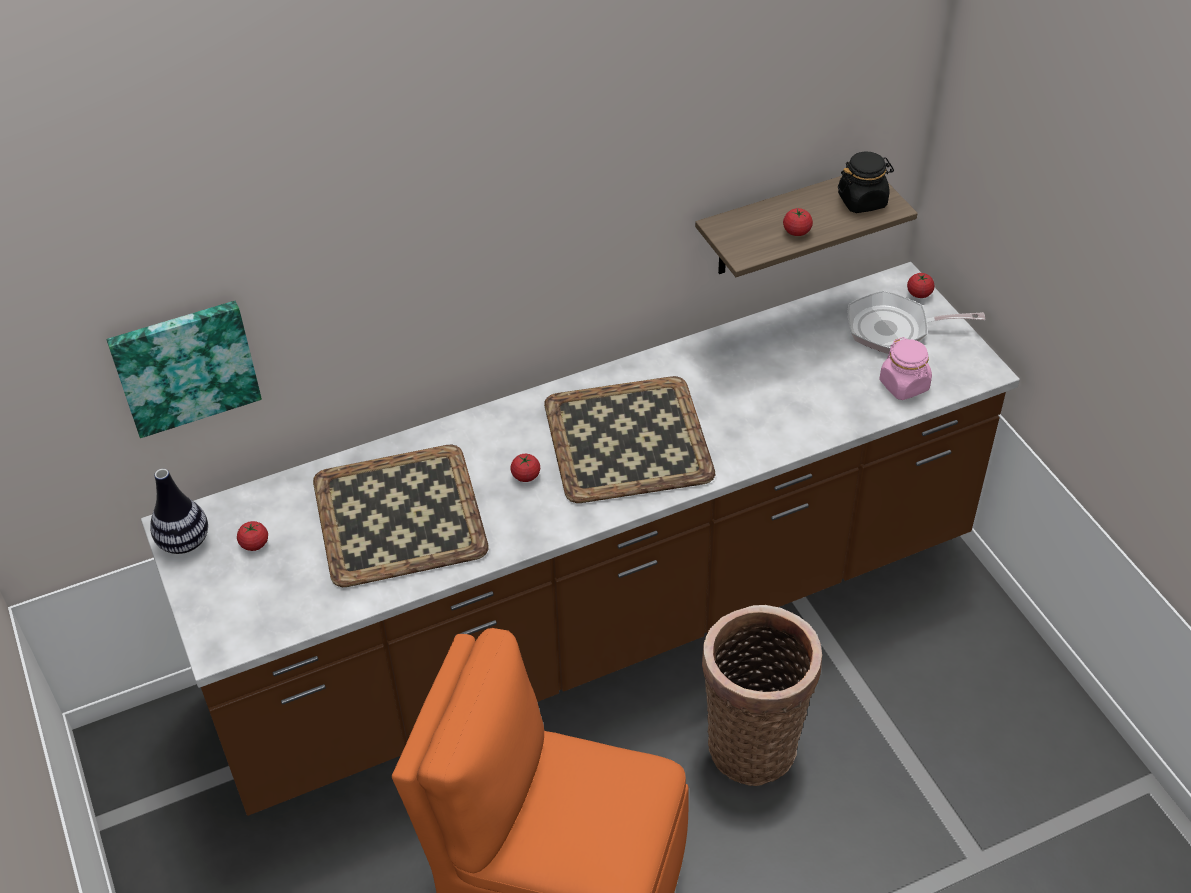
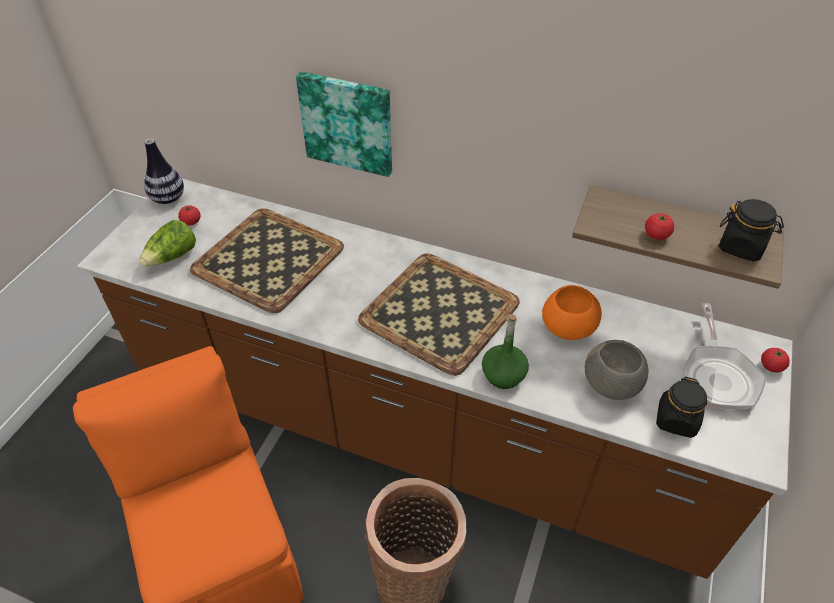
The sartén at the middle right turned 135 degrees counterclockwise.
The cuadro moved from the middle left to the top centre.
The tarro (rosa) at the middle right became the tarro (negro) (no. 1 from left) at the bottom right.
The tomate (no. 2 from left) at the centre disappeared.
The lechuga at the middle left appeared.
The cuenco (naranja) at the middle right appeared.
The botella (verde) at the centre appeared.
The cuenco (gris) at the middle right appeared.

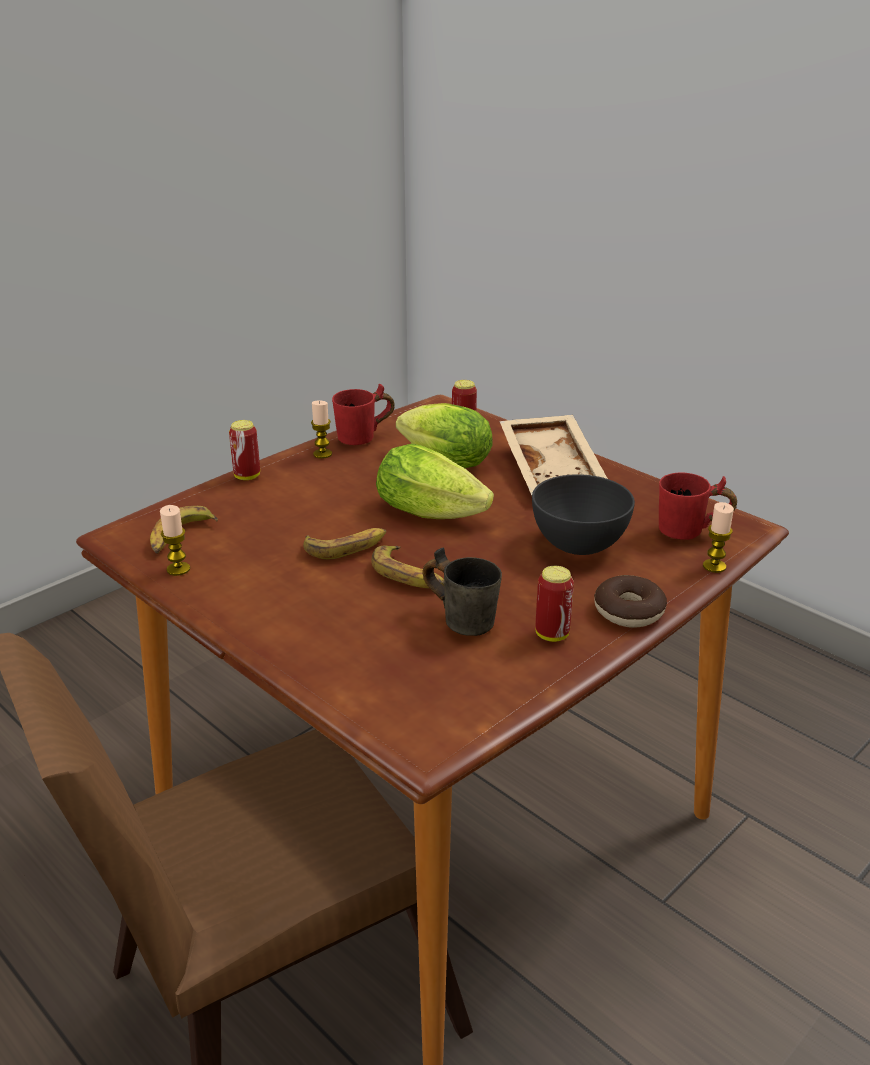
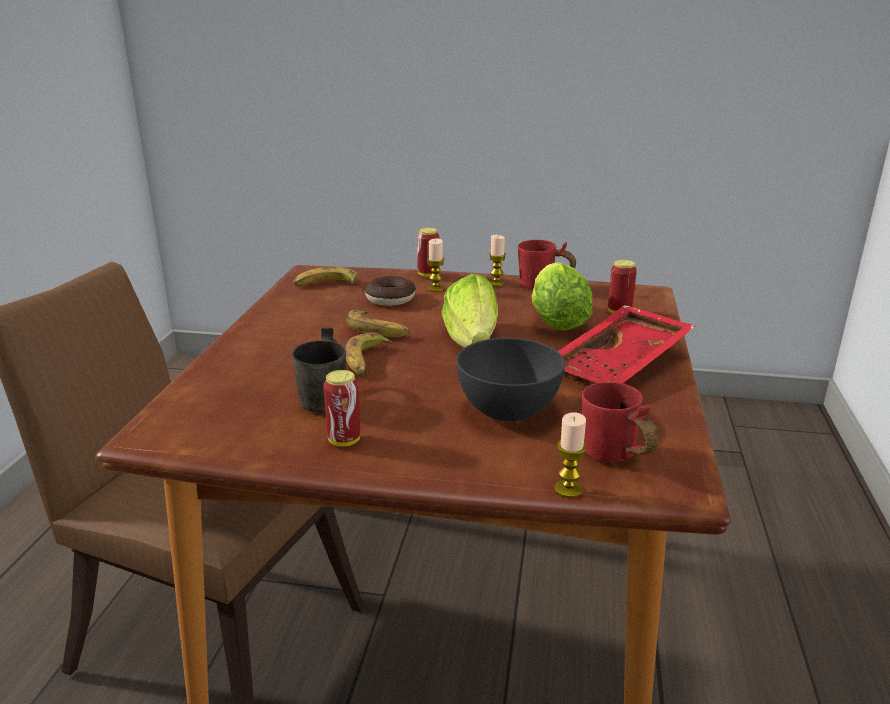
The bandeja (beis) at the centre became the bandeja (rojo) at the middle right.
The vela (no. 1 from left) moved from the middle left to the centre.
The rosquilla moved from the middle right to the centre.

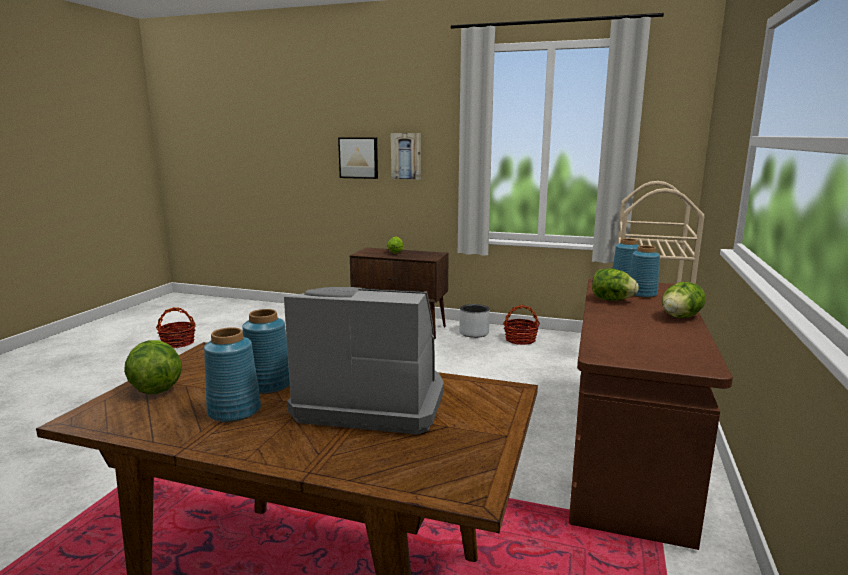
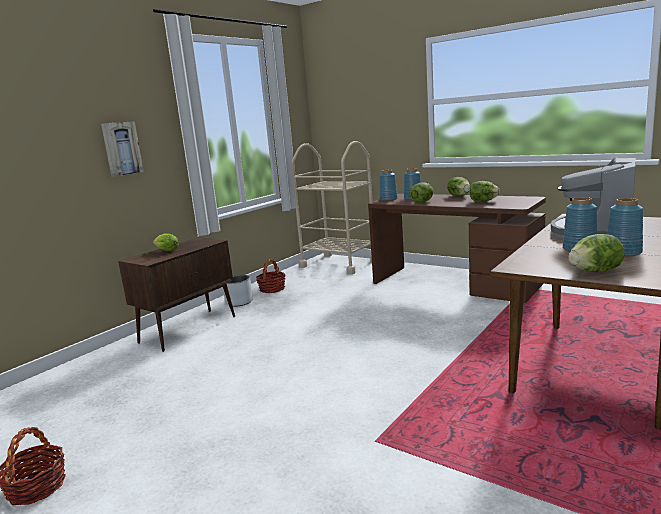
The cuadro (no. 1 from left) at the top centre disappeared.
The lechuga (no. 4 from left) at the middle right appeared.

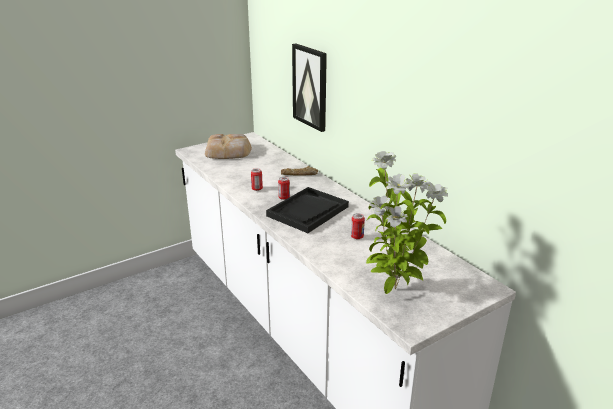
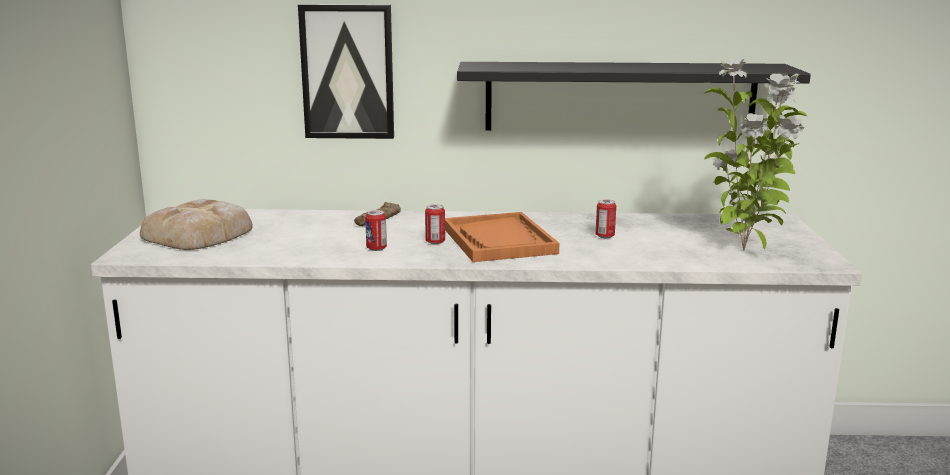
The bandeja (negro) at the centre became the bandeja (naranja) at the centre.
The estante (negro) at the top right appeared.

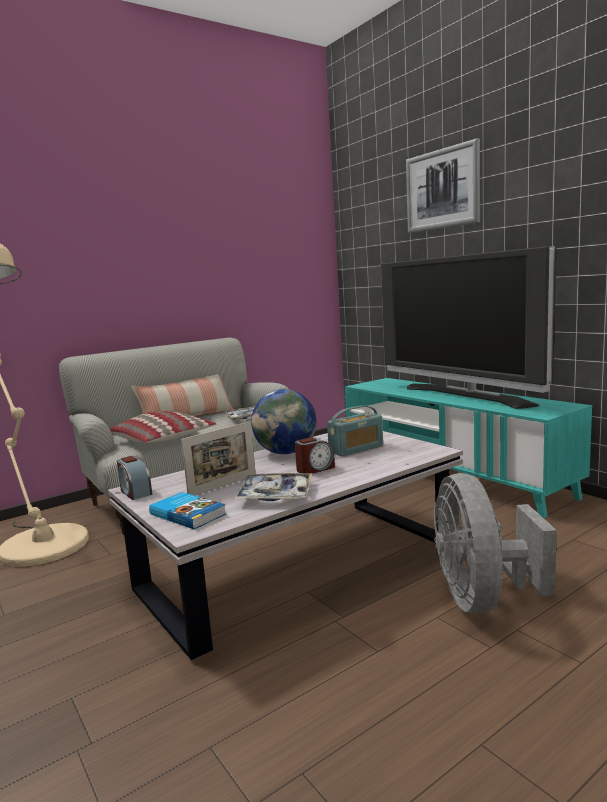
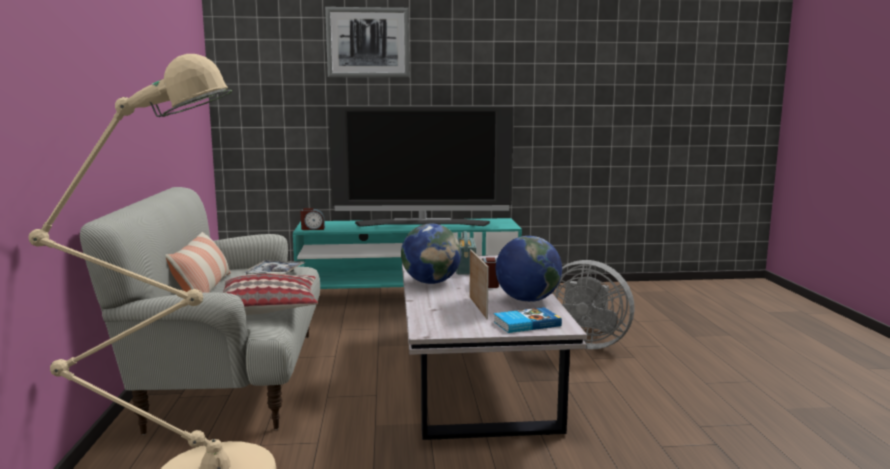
The despertador (no. 1 from left) moved from the middle left to the centre.
The bandeja (no. 2 from left) at the centre was replaced by the globo terráqueo (no. 2 from left) at the centre.

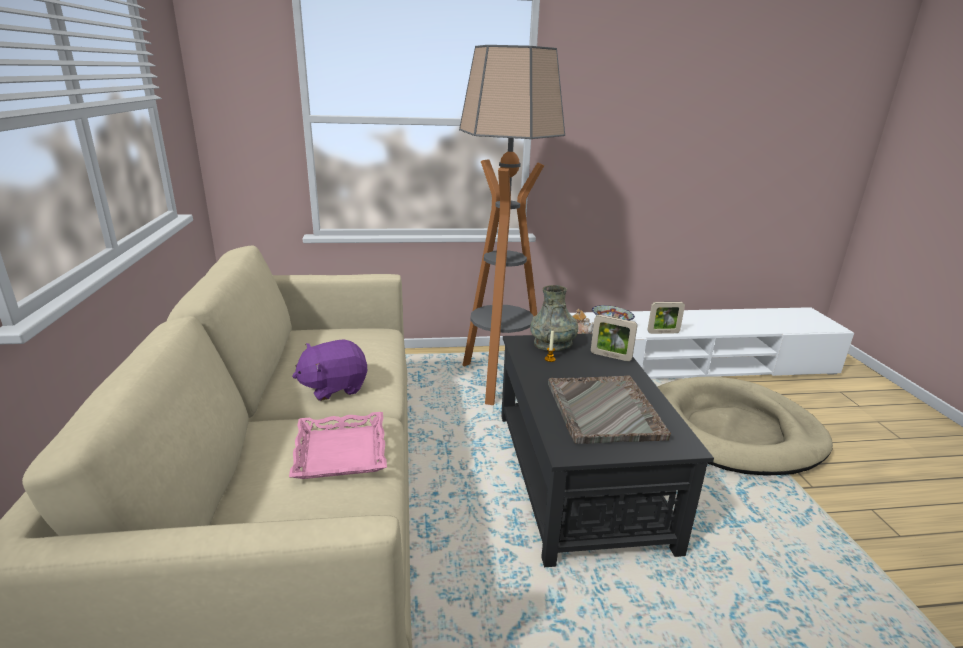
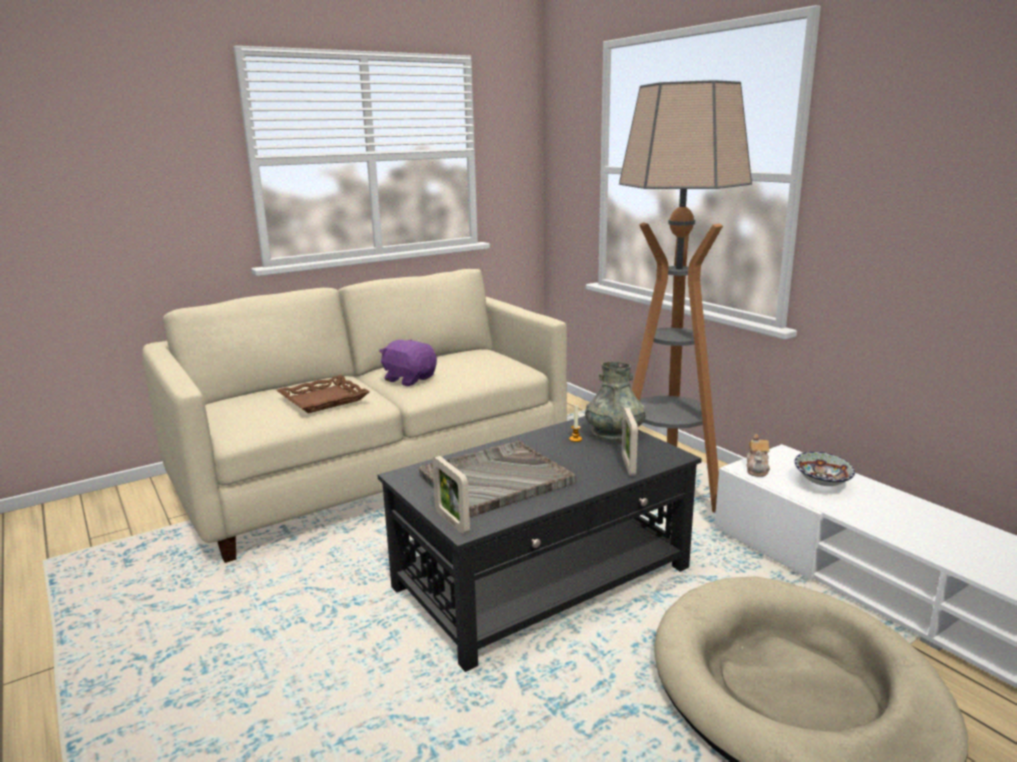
The portarretratos (no. 2 from left in the first image) moved from the middle right to the centre.
The bandeja (rosa) at the bottom centre became the bandeja (marrón) at the middle left.

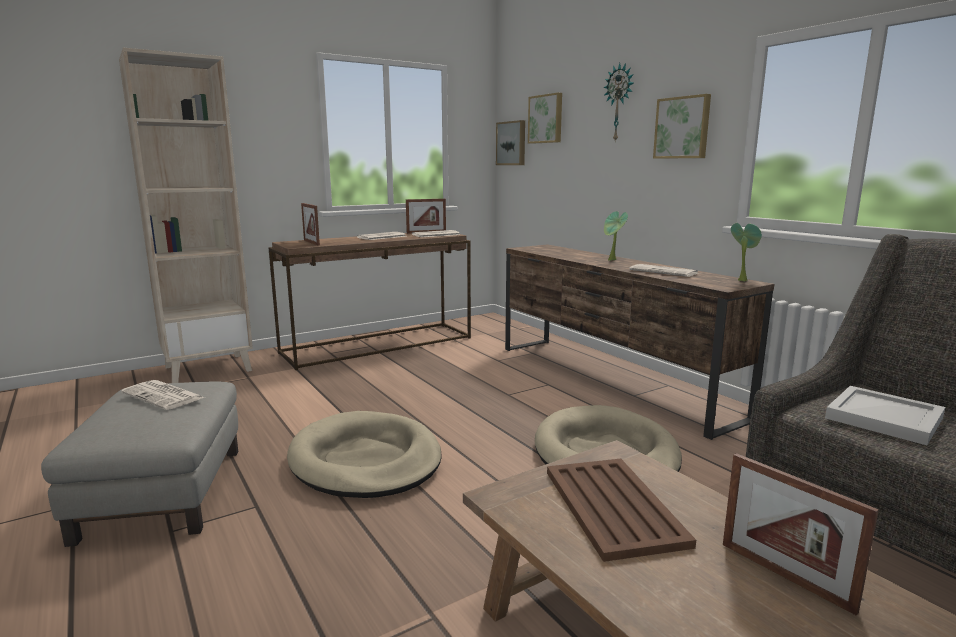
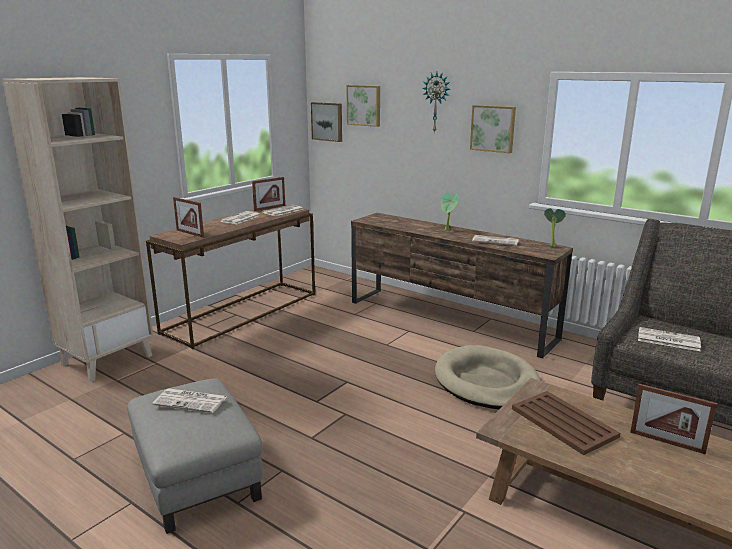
The bandeja (blanco) at the middle right was replaced by the periódico (no. 5 from left) at the middle right.
The cama para perro (beis) (no. 1 from left) at the bottom centre disappeared.

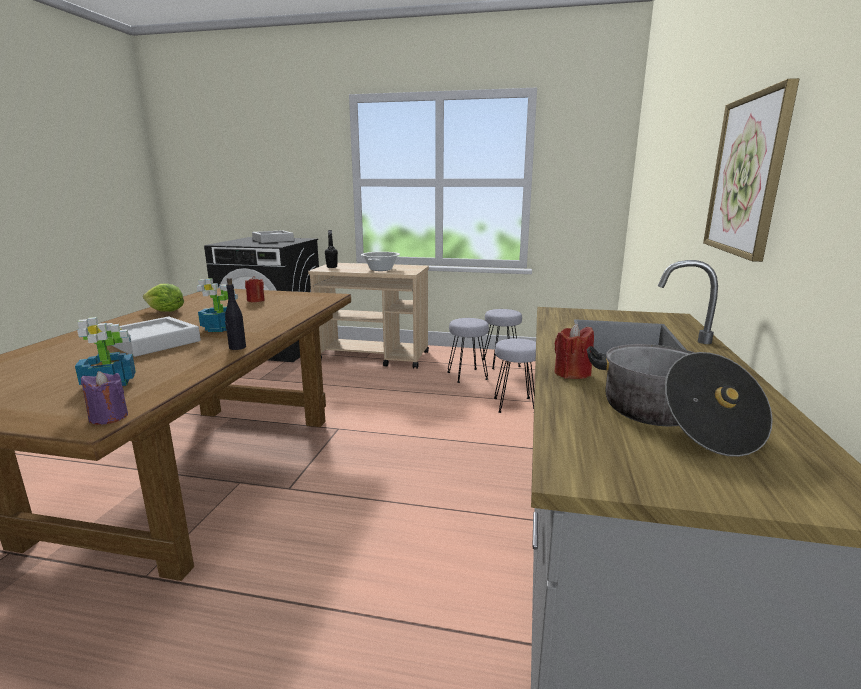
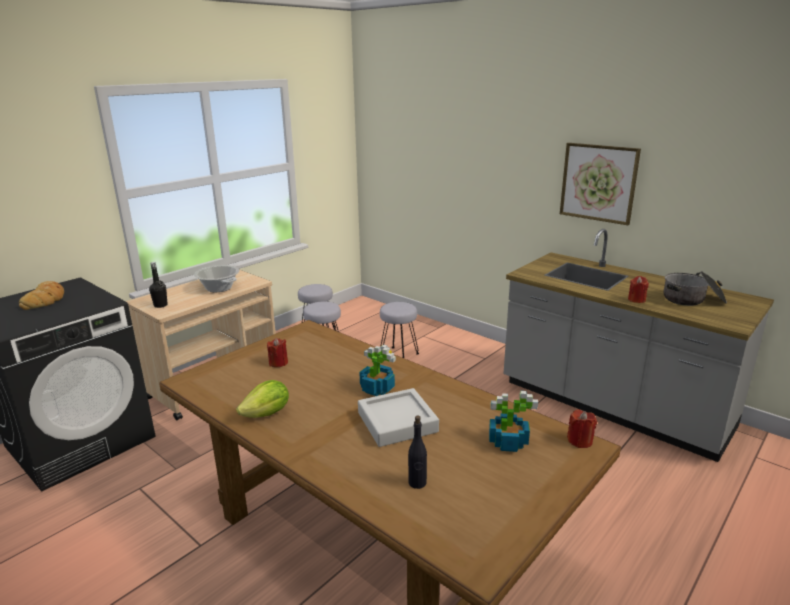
The bandeja (gris) (no. 2 from left) at the middle left was replaced by the pan at the middle left.
The botella (negro) (no. 1 from left in the first image) moved from the middle left to the bottom centre.
The vela (morado) at the middle left became the vela (rojo) (no. 2 from left) at the bottom right.

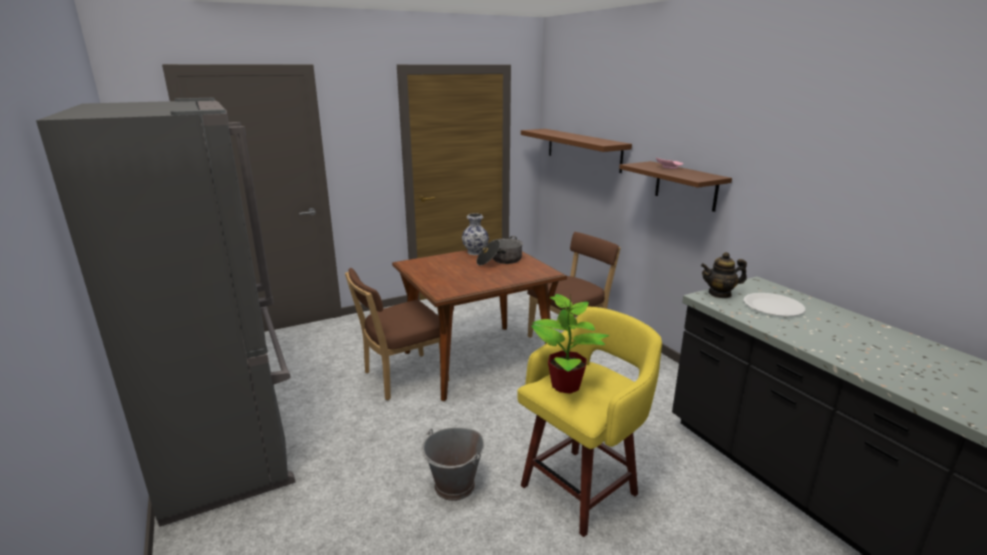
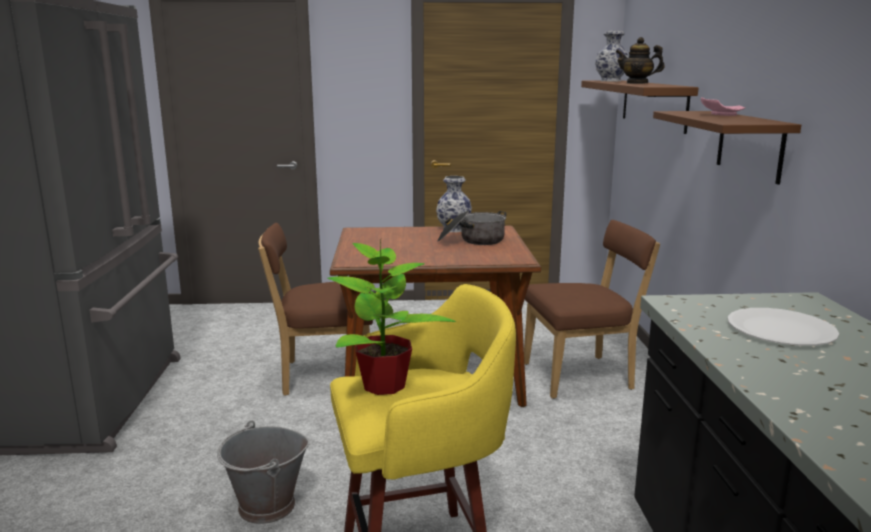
The tetera moved from the middle right to the top right.
The florero (no. 2 from left) at the top right appeared.

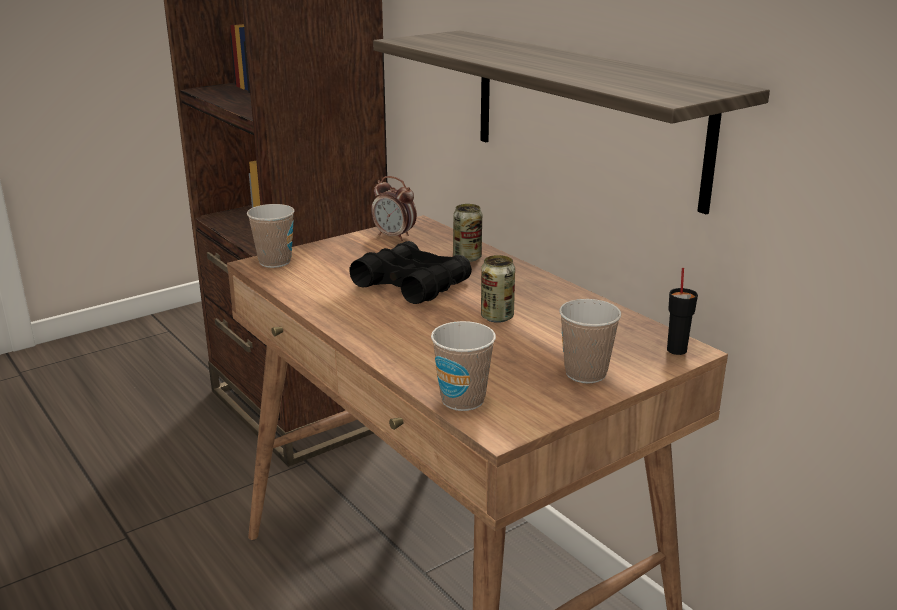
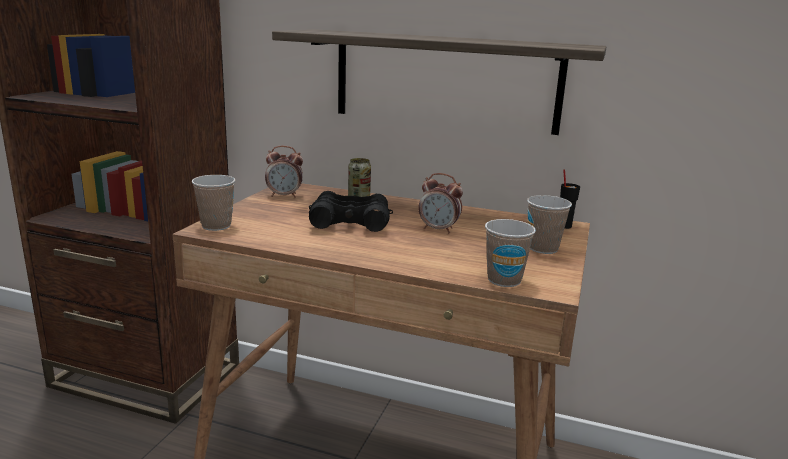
The lata (no. 2 from left) at the centre was replaced by the despertador (no. 2 from left) at the centre.

